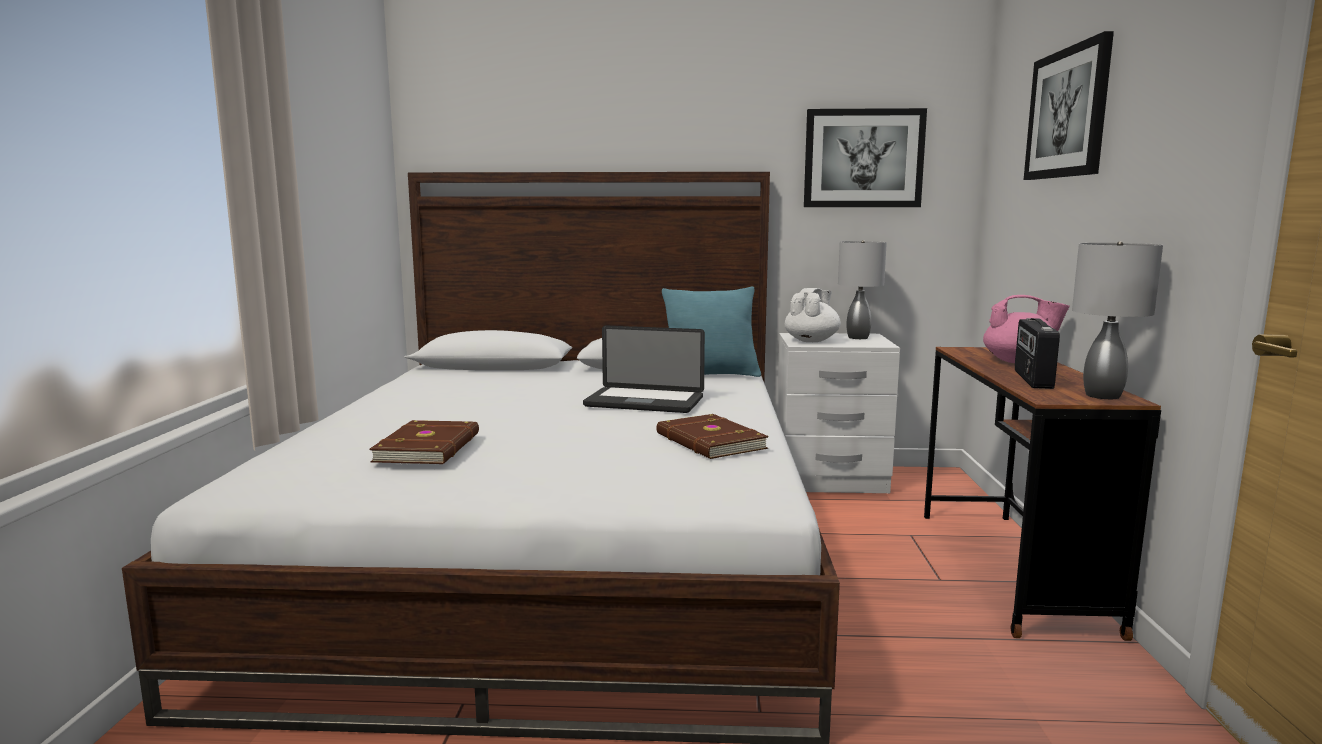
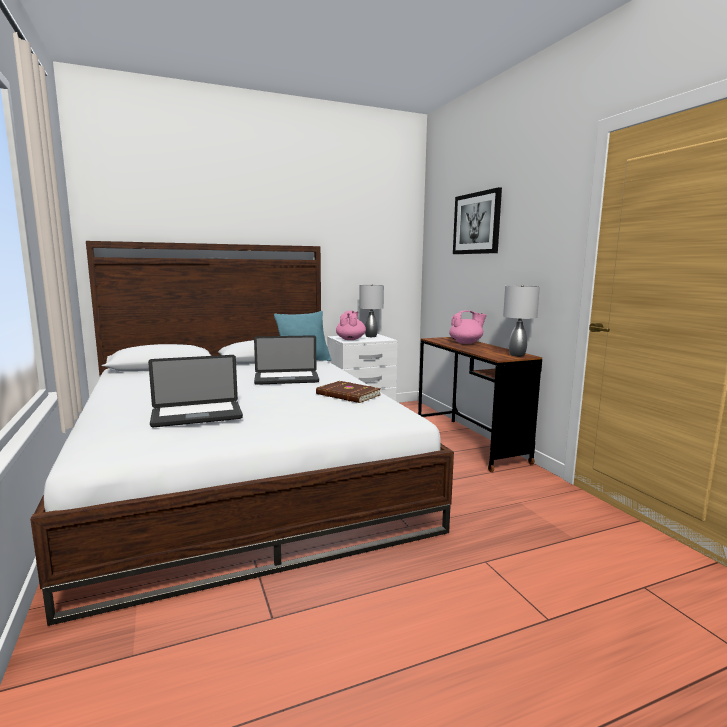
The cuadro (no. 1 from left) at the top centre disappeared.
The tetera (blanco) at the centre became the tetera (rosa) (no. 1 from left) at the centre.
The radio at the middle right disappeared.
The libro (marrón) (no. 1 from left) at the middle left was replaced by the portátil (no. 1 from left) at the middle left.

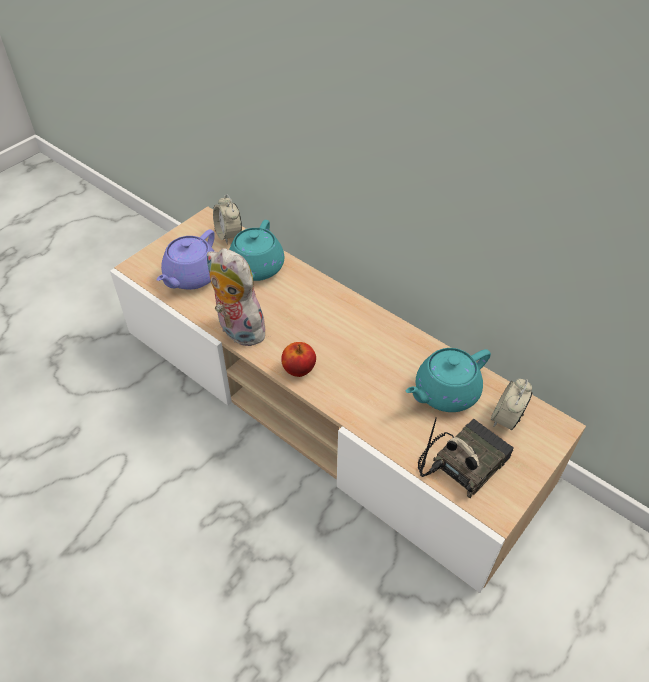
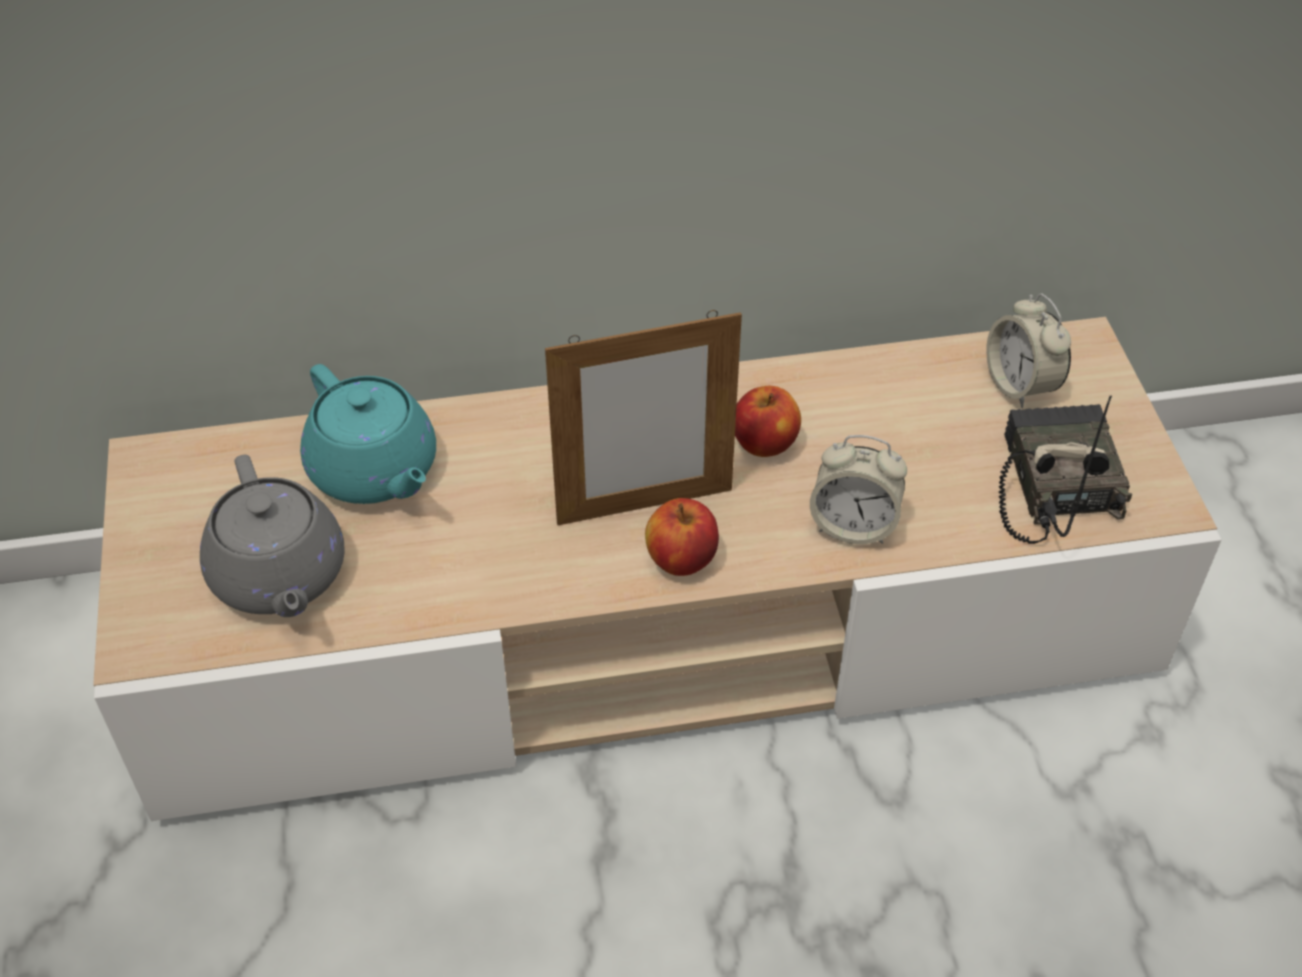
The despertador (no. 1 from left) moved from the top centre to the centre.
The tetera (morado) at the middle left became the tetera (gris) at the middle left.
The peluche at the centre disappeared.
The tetera (turquesa) (no. 2 from left) at the middle right disappeared.
The portarretratos at the centre appeared.
The manzana (no. 2 from left) at the centre appeared.

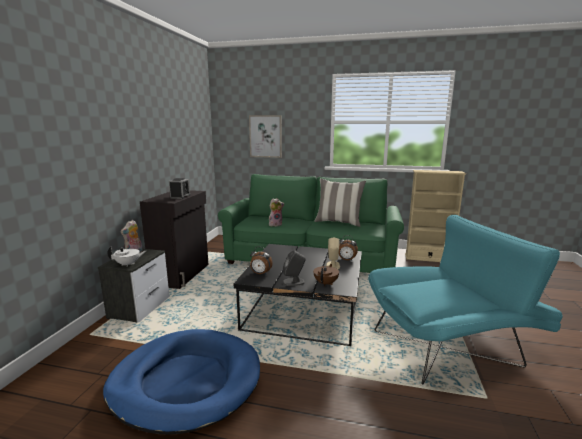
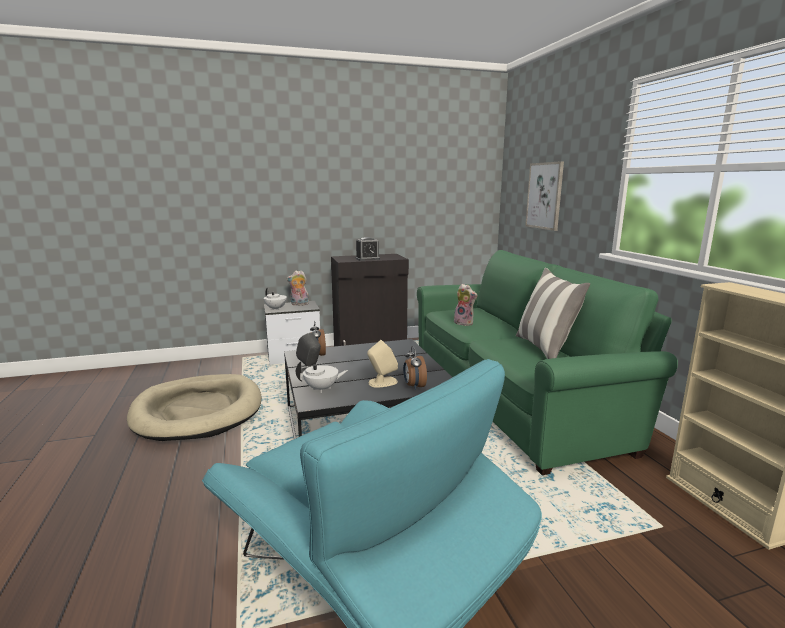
The tetera (marrón) at the centre became the tetera (blanco) (no. 2 from left) at the centre.
The cama para perro (azul) at the bottom left became the cama para perro (beis) at the middle left.

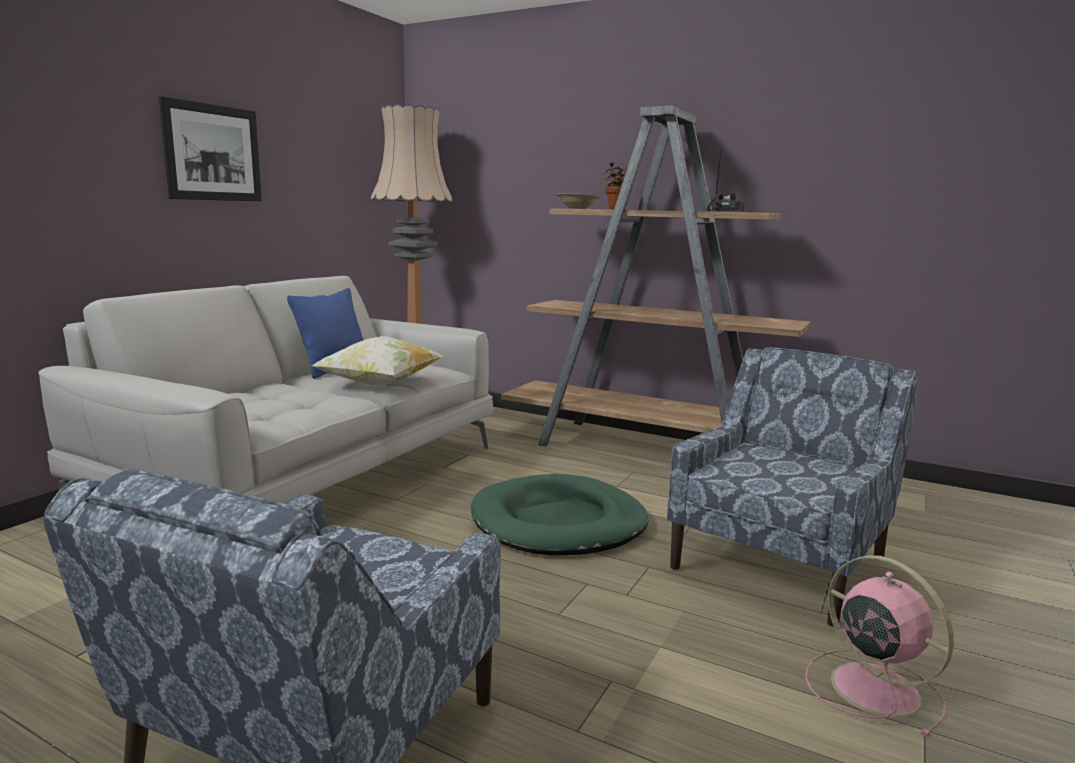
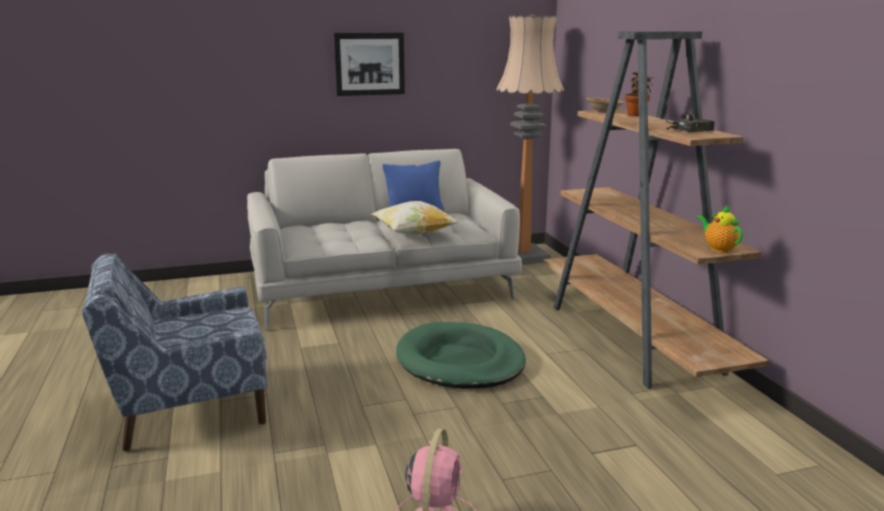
The sillón (azul) (no. 2 from left) at the middle right disappeared.
The tetera at the middle right appeared.

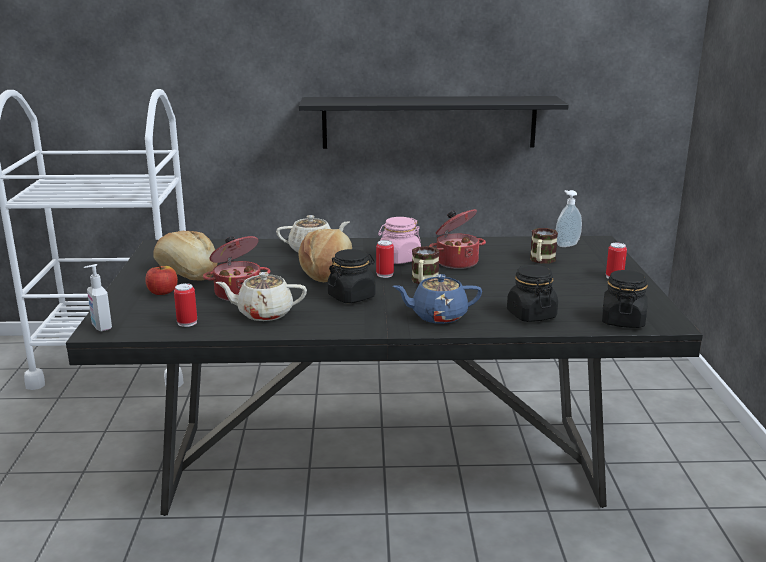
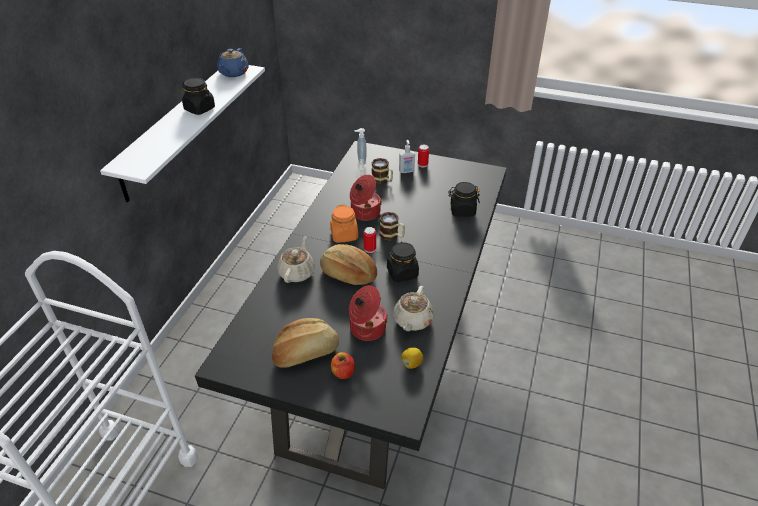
The estante (negro) at the top centre became the estante (blanco) at the top left.
The tarro (rosa) at the centre became the tarro (naranja) at the centre.
The dispensador de jabón (no. 1 from left in the first image) moved from the middle left to the top centre.
The tarro (negro) (no. 3 from left in the first image) moved from the middle right to the top left.
The tetera (azul) moved from the centre to the top left.
The lata (no. 1 from left) at the middle left was replaced by the limón at the bottom centre.

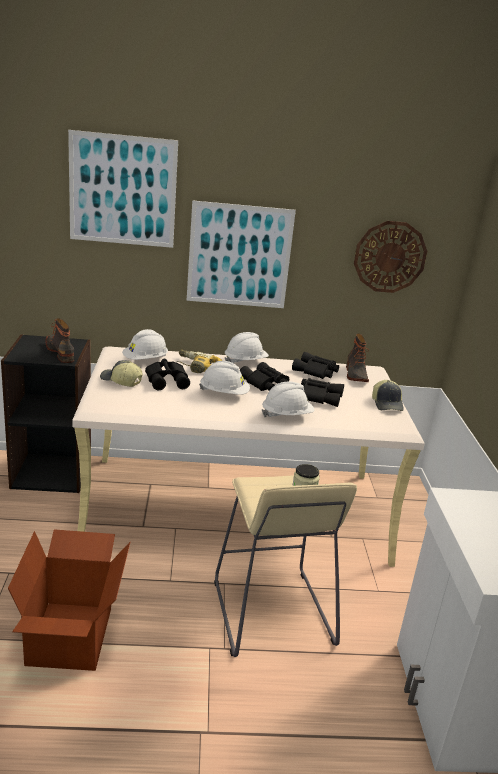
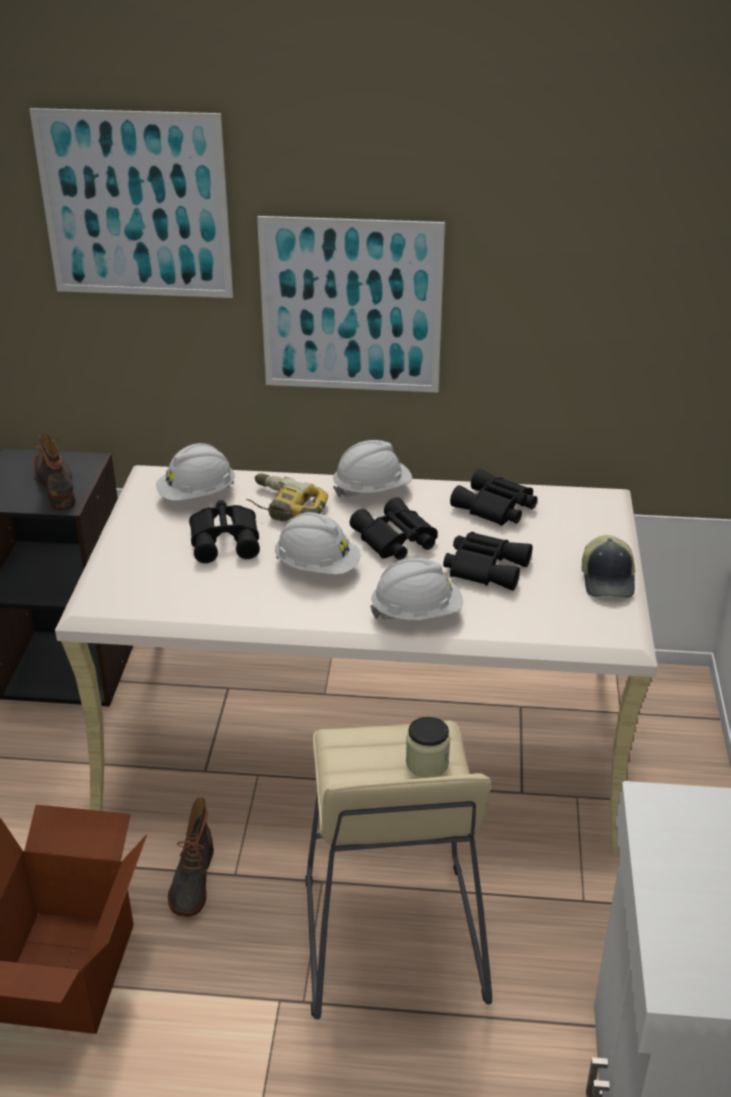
The reloj de pared at the top right disappeared.
The bota (no. 2 from left) moved from the middle right to the bottom left.
The gorra (no. 1 from left) at the middle left disappeared.

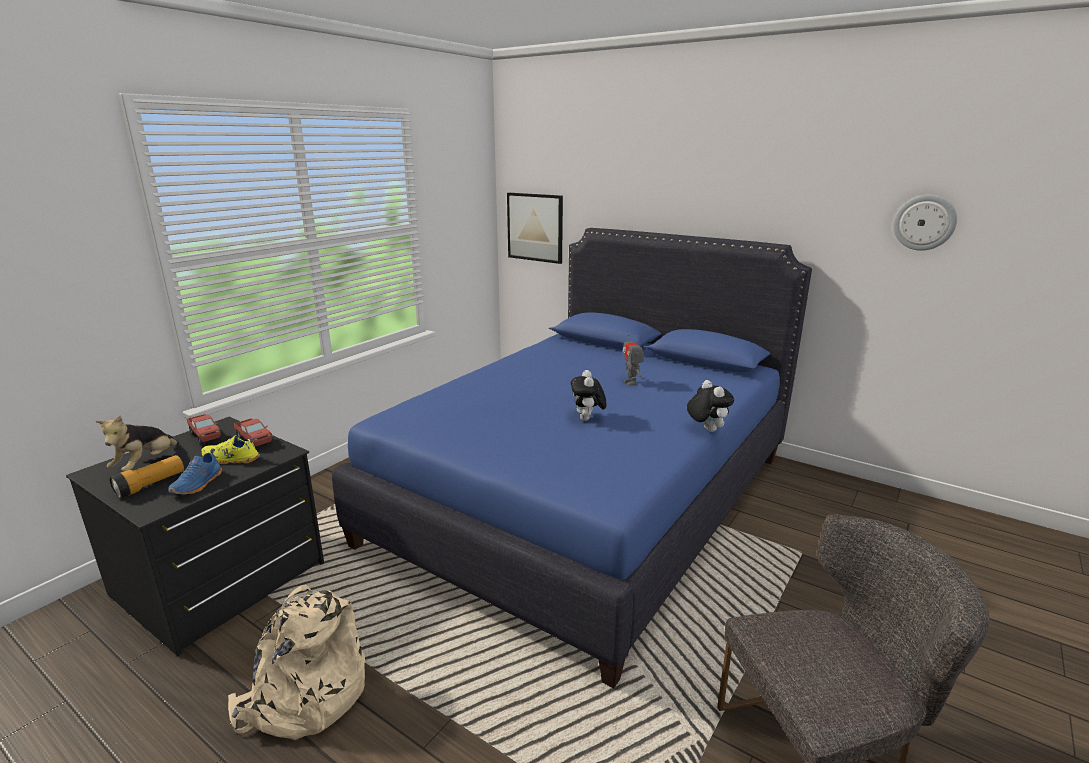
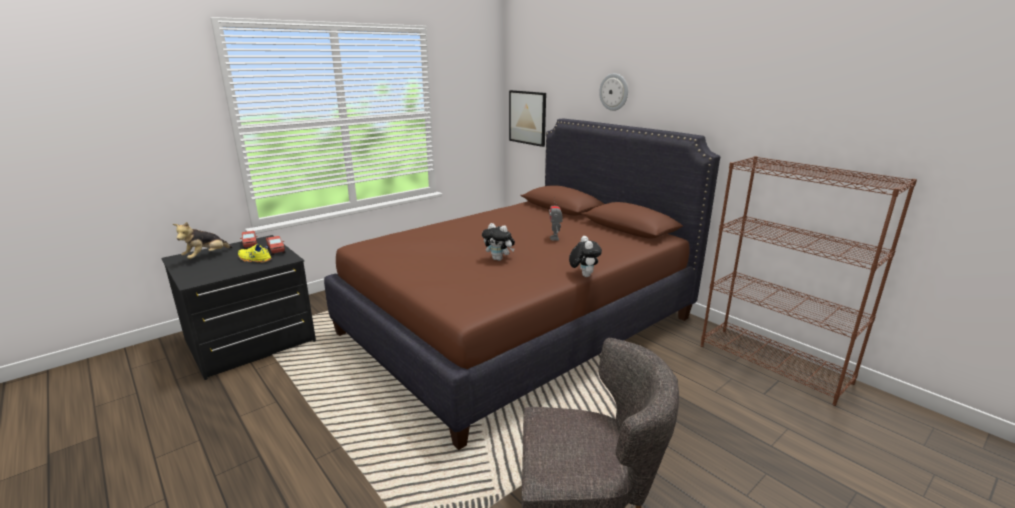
The reloj de pared moved from the top right to the top centre.
The cama (azul) at the centre became the cama (marrón) at the centre.
The peluche (no. 2 from left) at the centre turned 75 degrees counterclockwise.
The zapato (azul) at the middle left disappeared.
The linterna at the middle left disappeared.
The mochila (beis) at the bottom left disappeared.
The estantería (marrón) at the middle right appeared.

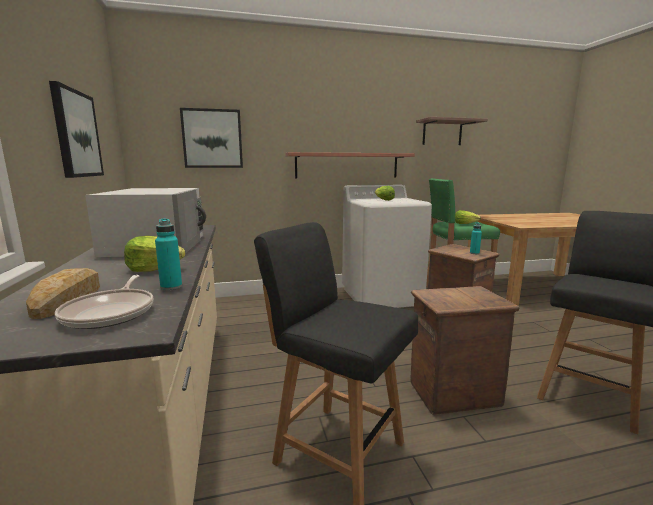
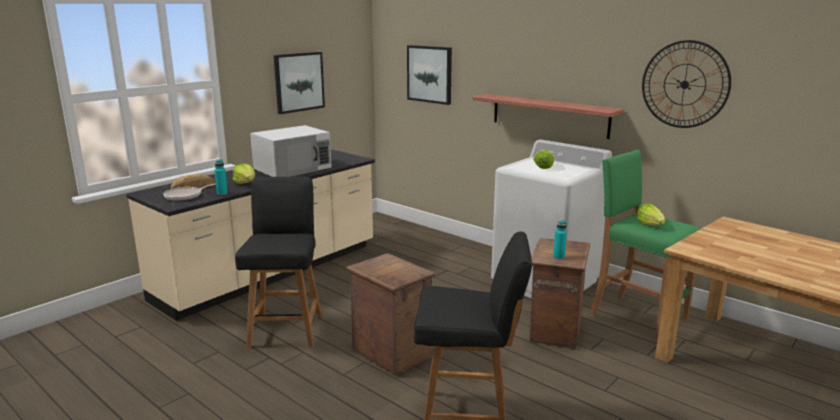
The estante (no. 2 from left) at the top right was replaced by the reloj de pared at the top right.

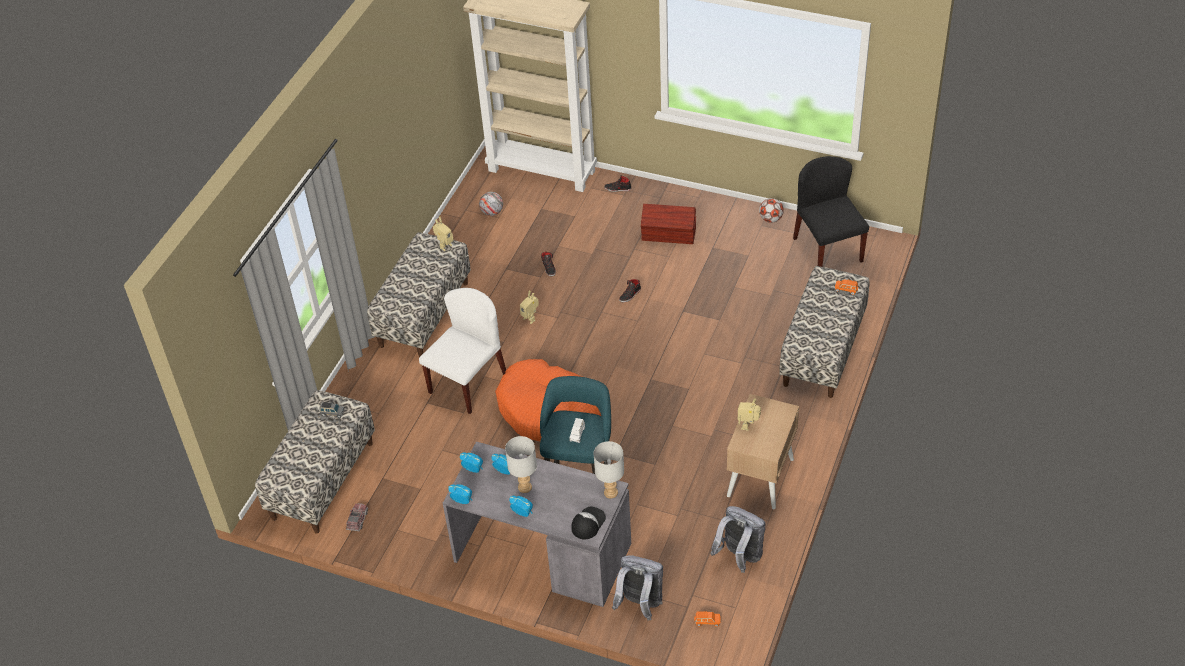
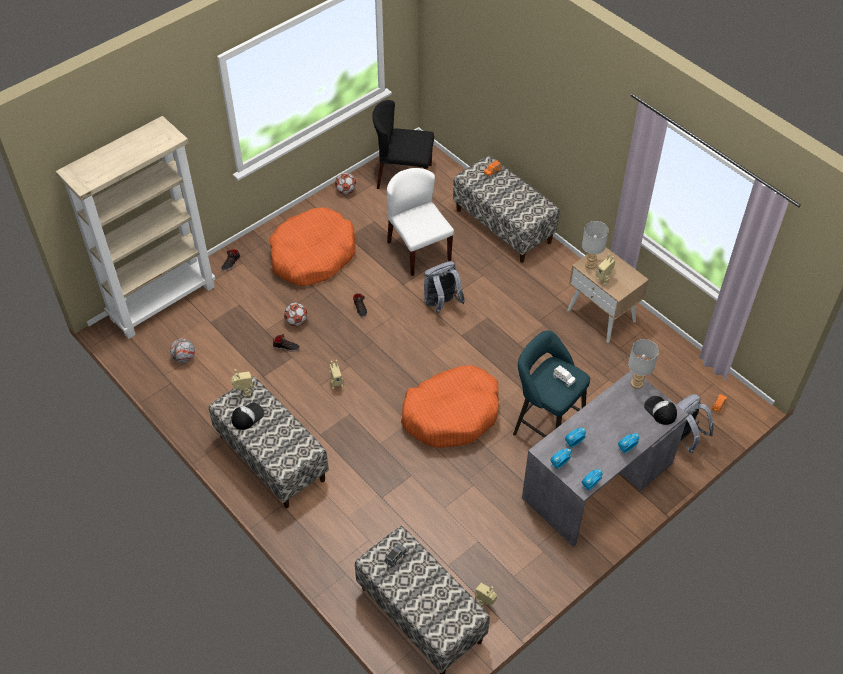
The caja de almacenaje (marrón) at the centre was replaced by the cama para perro (naranja) (no. 1 from left) at the centre.
The silla (blanco) moved from the centre to the top centre.
The lámpara de mesa (gris) (no. 1 from left) moved from the bottom centre to the middle right.
The camión de juguete at the bottom left was replaced by the robot de juguete (no. 3 from left) at the bottom centre.
The mochila (gris) (no. 2 from left in the first image) moved from the bottom centre to the centre.
The balón de fútbol (no. 2 from left) at the centre appeared.
The gorra (no. 1 from left) at the middle left appeared.

